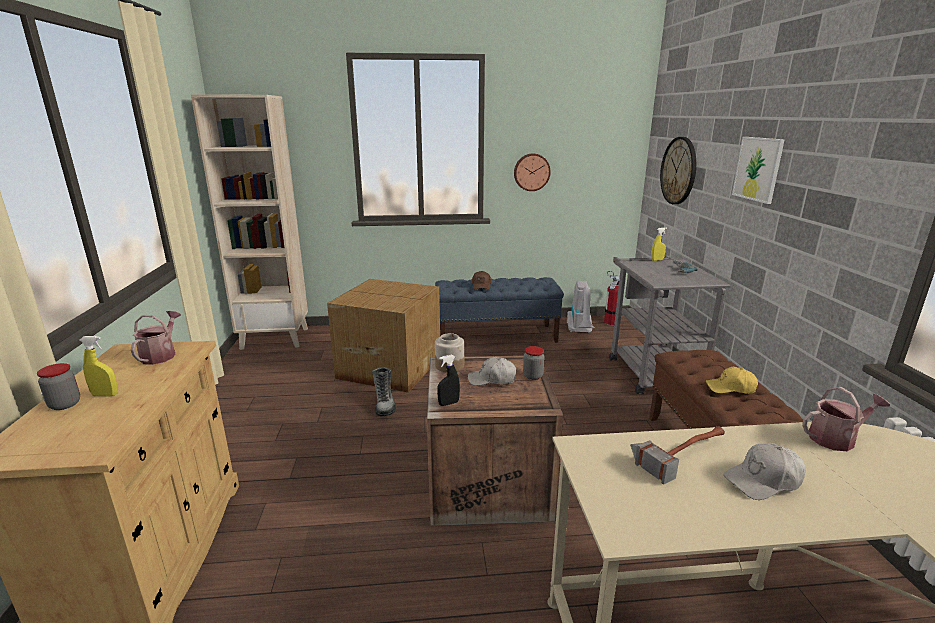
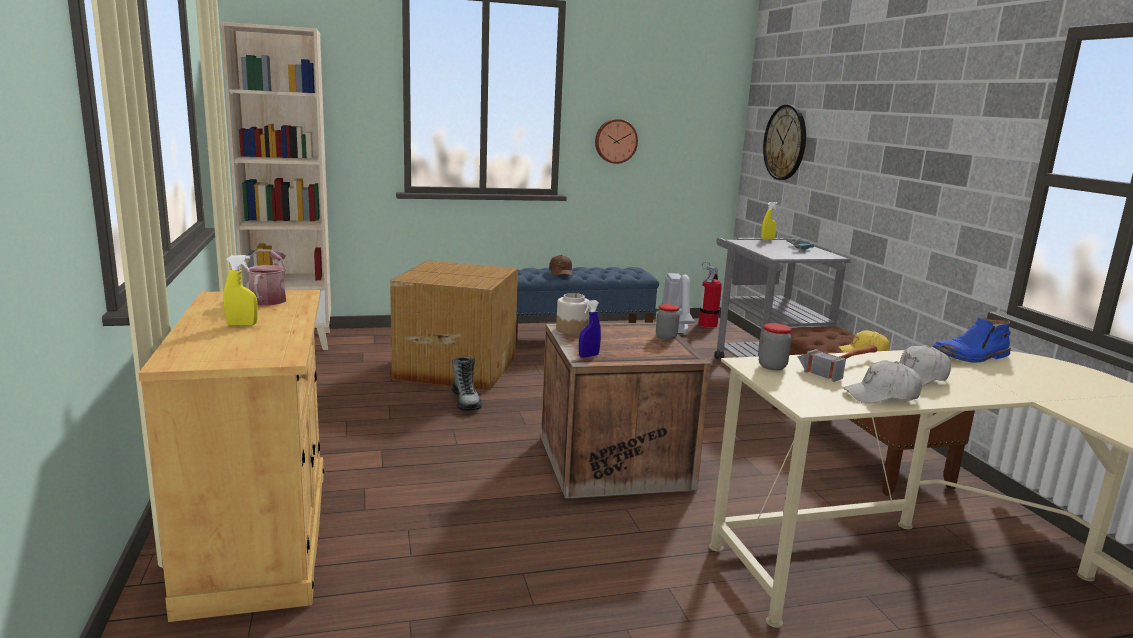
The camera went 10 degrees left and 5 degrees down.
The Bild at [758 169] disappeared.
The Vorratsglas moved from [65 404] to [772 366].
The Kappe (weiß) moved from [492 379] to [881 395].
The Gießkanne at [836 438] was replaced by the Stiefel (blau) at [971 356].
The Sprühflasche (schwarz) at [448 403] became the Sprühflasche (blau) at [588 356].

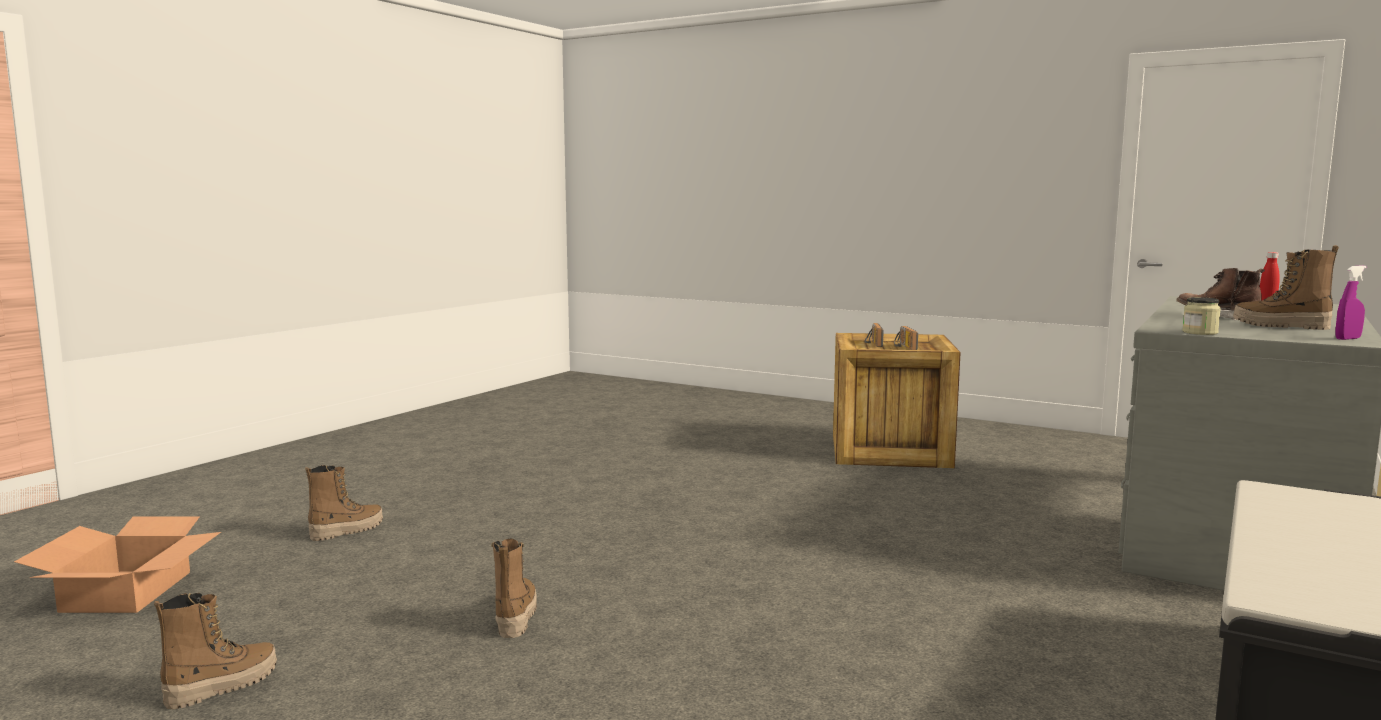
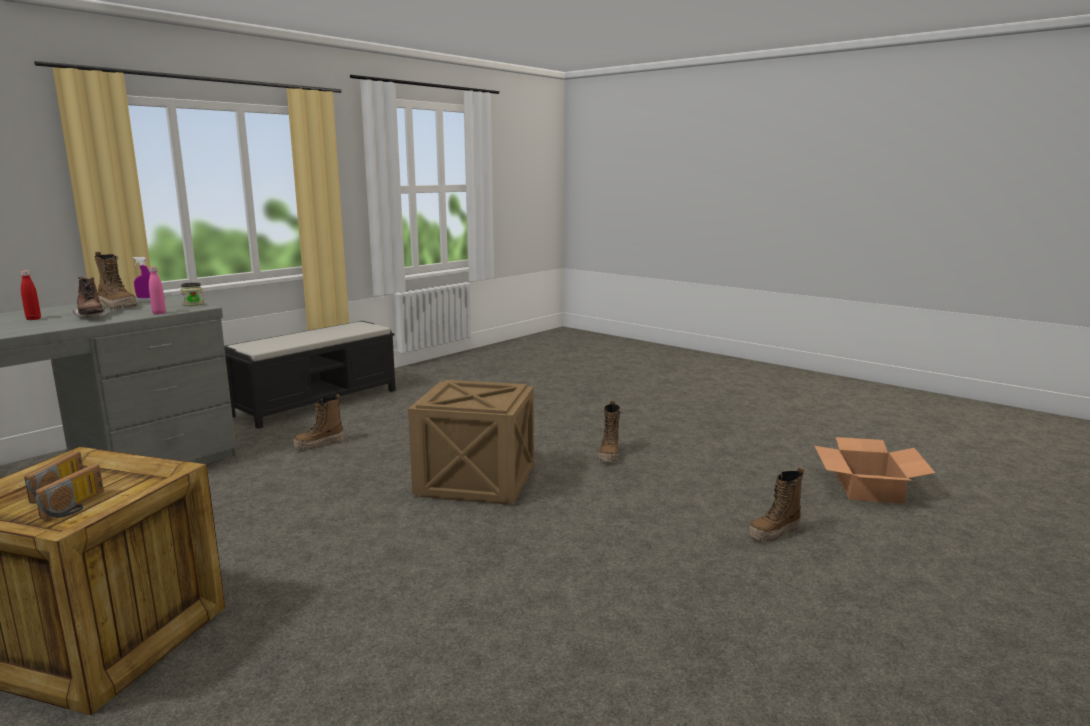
The camera went 170 degrees left and 5 degrees up.
The Flasche (rosa) at [159 313] appeared.
The Kiste at [474 481] appeared.
The Stiefel moved from [222 686] to [319 444].

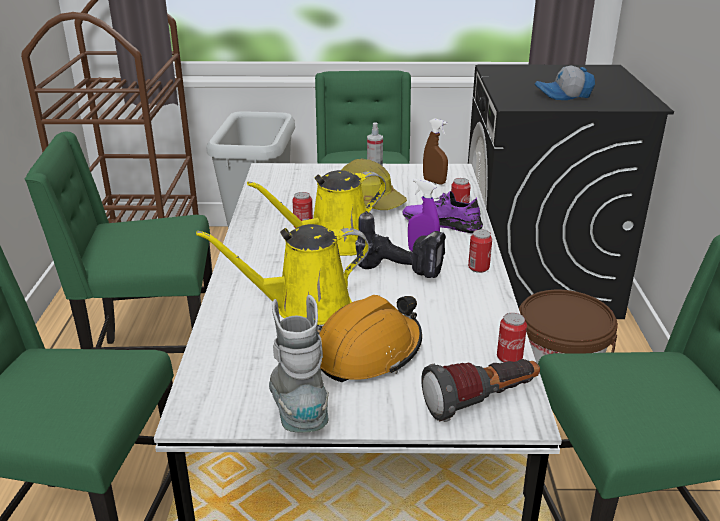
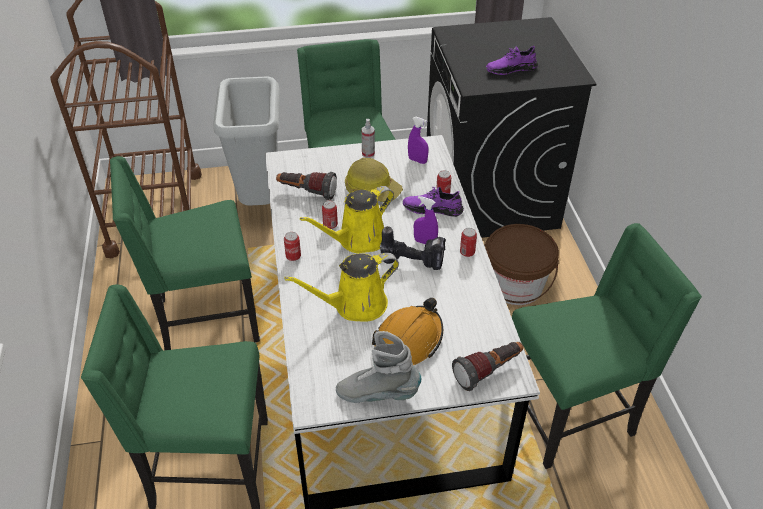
The camera went 10 degrees left and 15 degrees up.
The Taschenlampe at [307 192] appeared.
The Dose moved from [509 358] to [293 256].
The Kappe at [564 95] was replaced by the Schuh (lila) at [511 69].
The Sprühflasche (braun) at [434 181] became the Sprühflasche (lila) at [417 160].
The Stiefel (grau) at [299 411] turned 60 degrees counterclockwise.

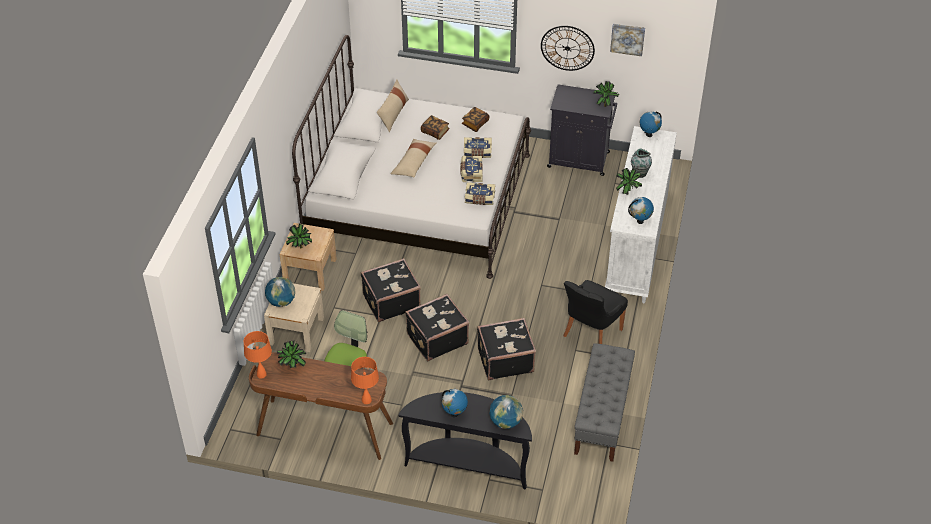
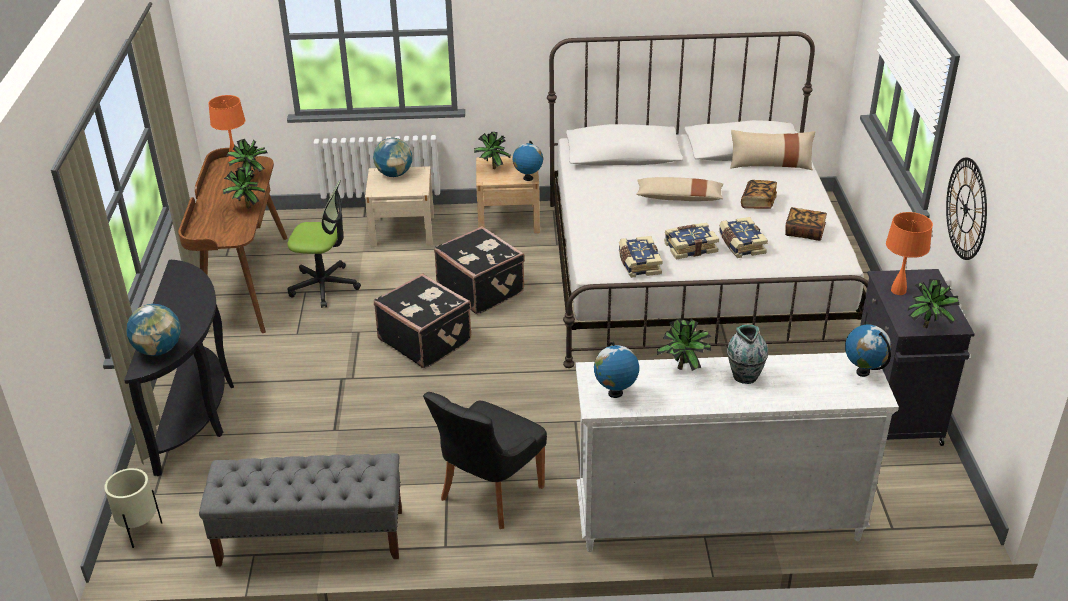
The camera went 75 degrees right and 10 degrees down.
The Koffer (schwarz) at [504 360] disappeared.
The Bild at [627 38] disappeared.
The Pflanzkübel (beige) at [140 531] appeared.
The Topfpflanze at [245 207] appeared.
The Tischlampe (orange) moved from [366 400] to [898 291].
The Globus moved from [454 414] to [528 178].
The Stuhl (schwarz) at [591 334] turned 75 degrees counterclockwise.

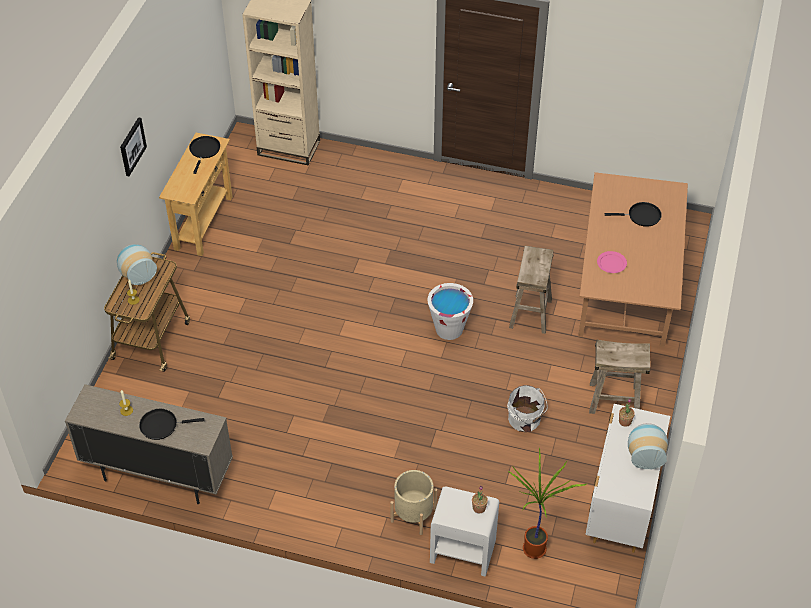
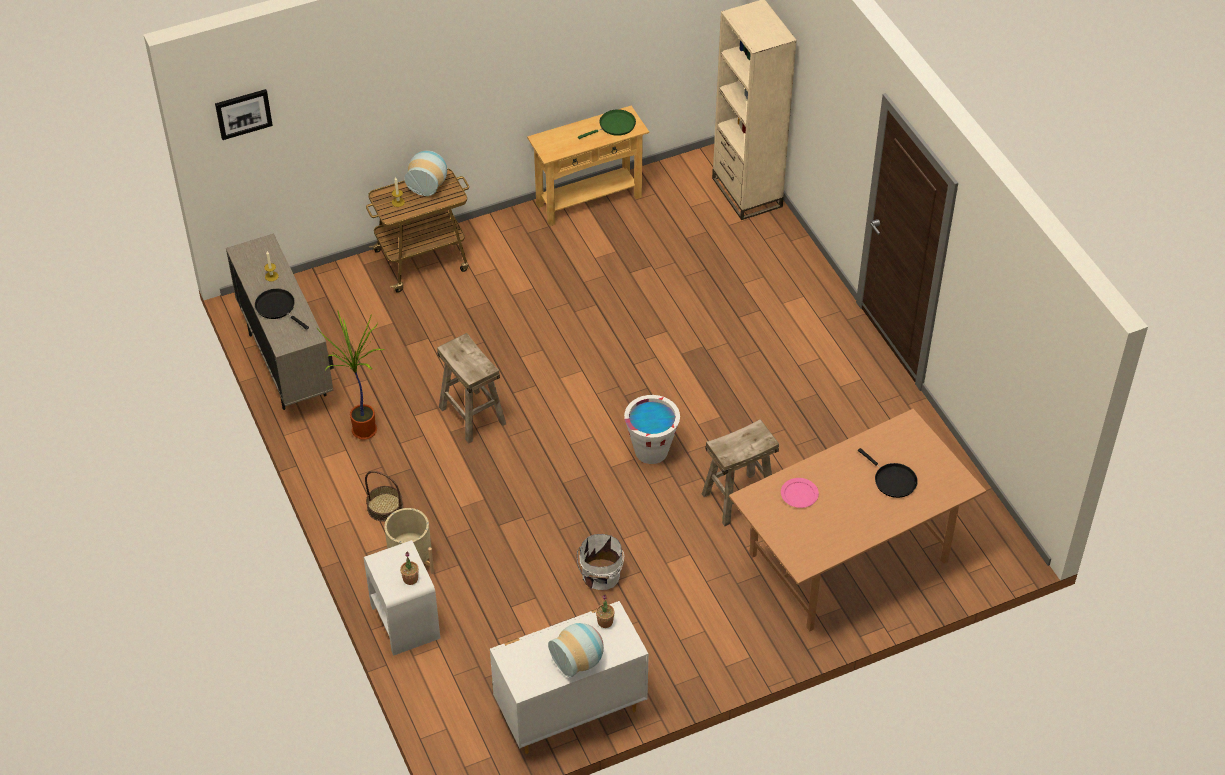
The camera went 50 degrees right and 0 degrees up.
The Korb at [385 507] appeared.
The Bild moved from [132 146] to [243 113].
The Topfpflanze moved from [536 550] to [364 432].
The Hocker (beige) moved from [614 400] to [471 415].
The Pfanne (schwarz) at [204 151] became the Pfanne (grün) at [614 126].

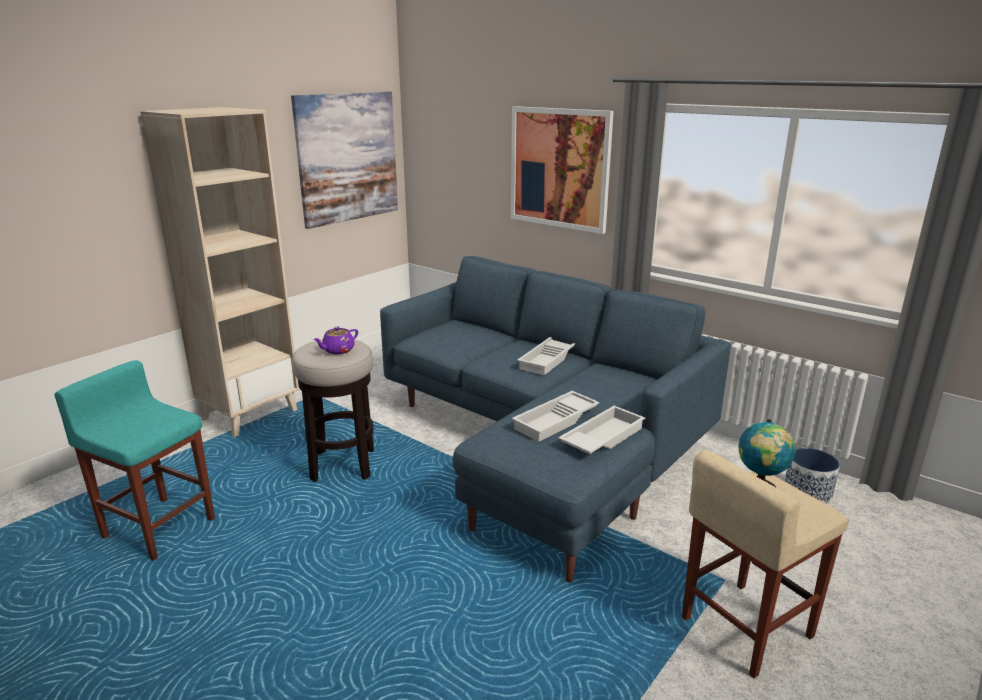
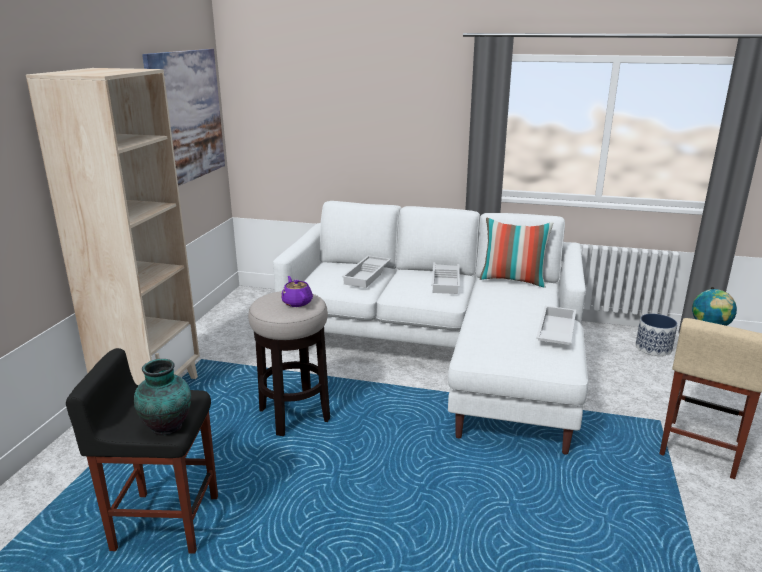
The camera went 25 degrees left and 0 degrees up.
The Bild at [559 168] disappeared.
The Vase at [168 427] appeared.
The Kissen at [513 280] appeared.
The Tablett (weiß) moved from [556 421] to [368 275].
The Hocker (türkis) at [158 528] became the Hocker (schwarz) at [165 522].
The Sofa (blau) at [542 443] became the Sofa (weiß) at [445 355].
The Teekanne (lila) at [338 350] turned 135 degrees clockwise.

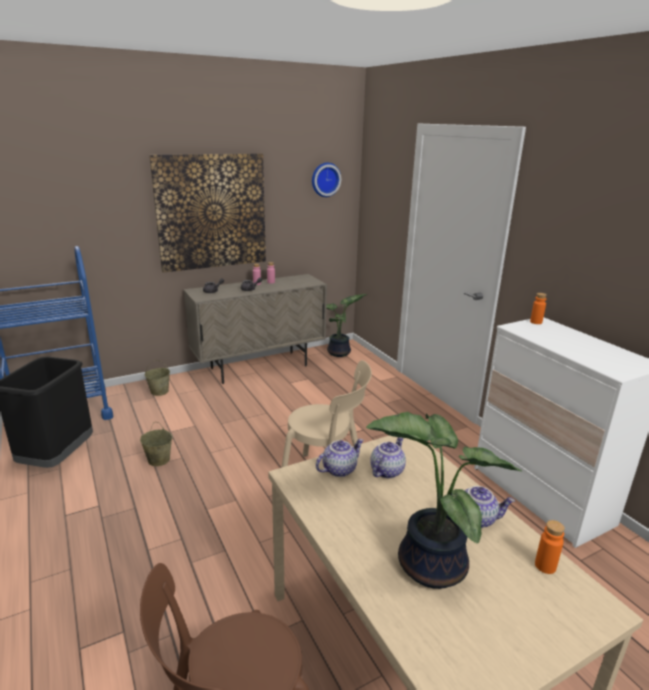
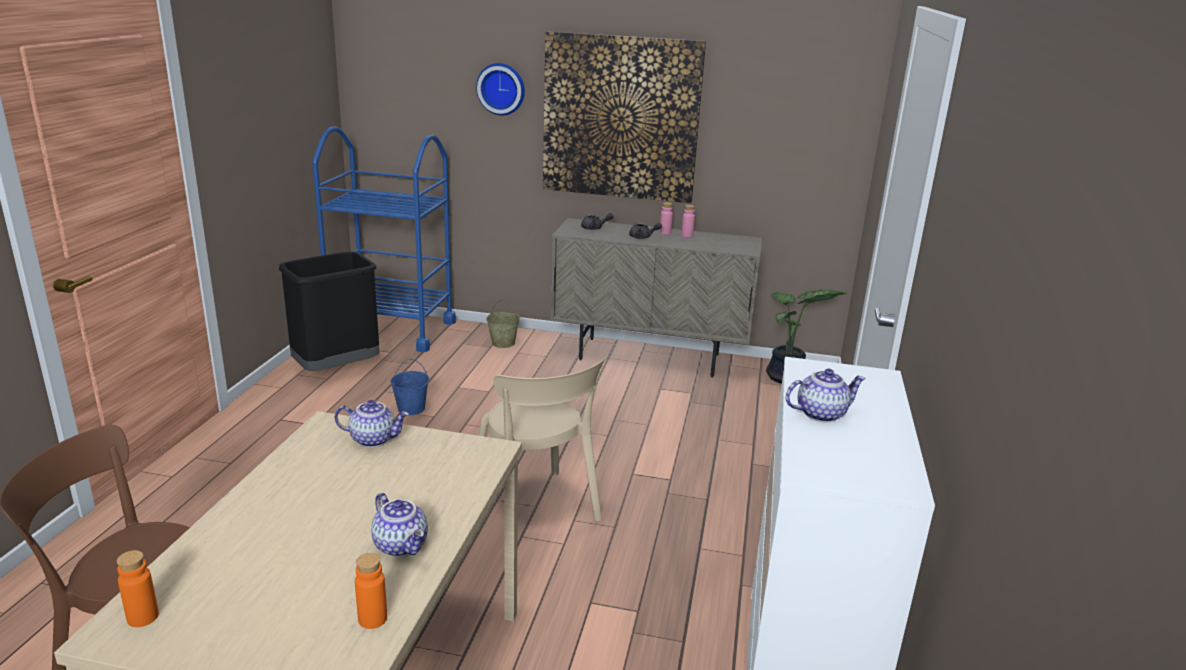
The camera went 40 degrees right and 0 degrees up.
The Topfpflanze at [427 563] disappeared.
The Wanduhr moved from [325 179] to [501 88].
The Teekanne moved from [386 470] to [821 413].
The Flasche (orange) moved from [536 322] to [143 617].
The Eimer (beige) at [158 459] became the Eimer (blau) at [411 408].

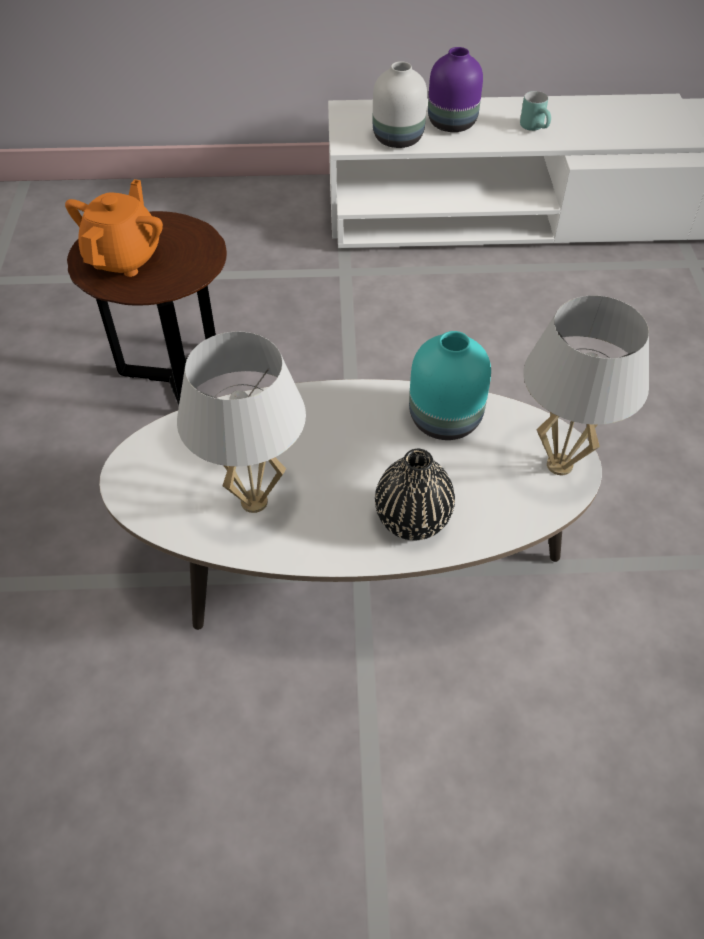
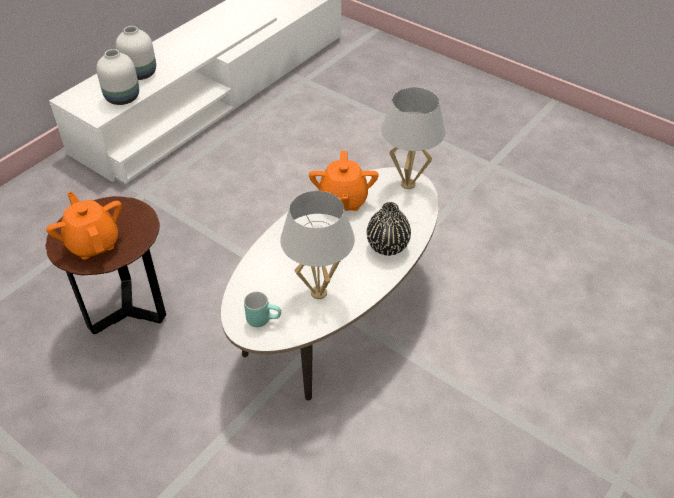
The camera went 50 degrees left and 5 degrees down.
The Henkelbecher (türkis) moved from [536 128] to [264 318].
The Vase (türkis) at [445 418] was replaced by the Teekanne (orange) at [343 200].
The Vase (lila) at [451 124] became the Vase (weiß) at [140 74].

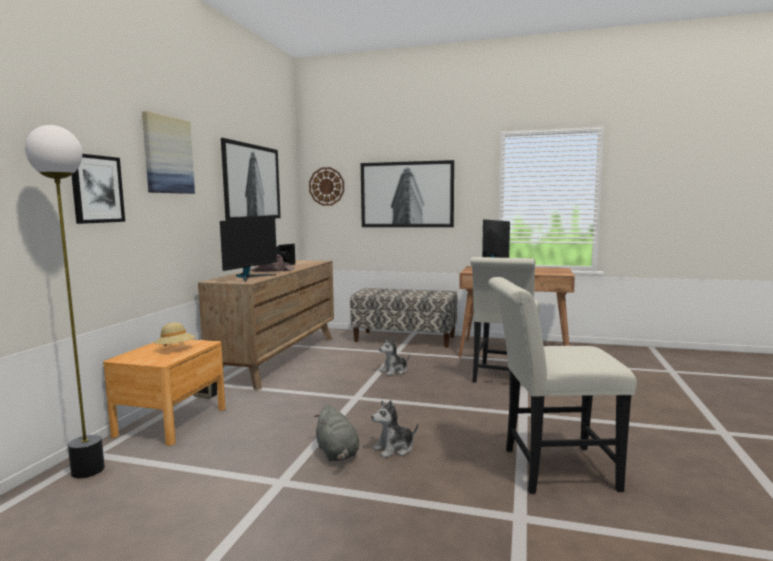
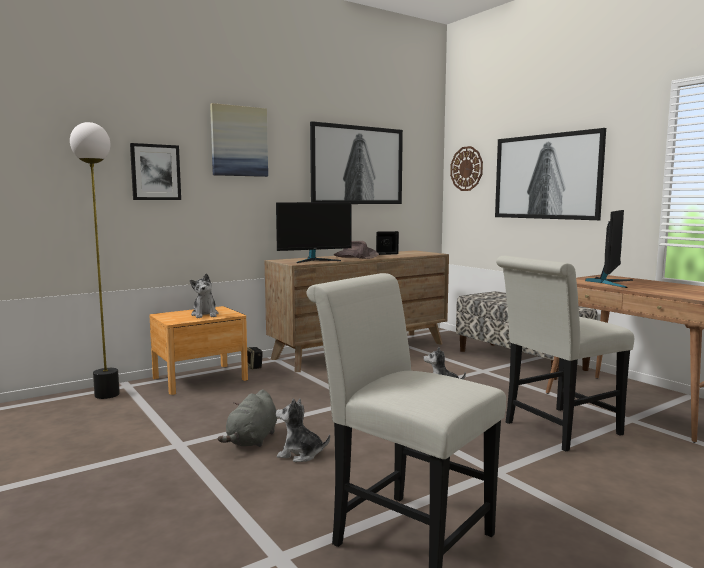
The camera went 40 degrees right and 0 degrees up.
The Hut (beige) at [176 349] was replaced by the Plüschtier at [205 315].

